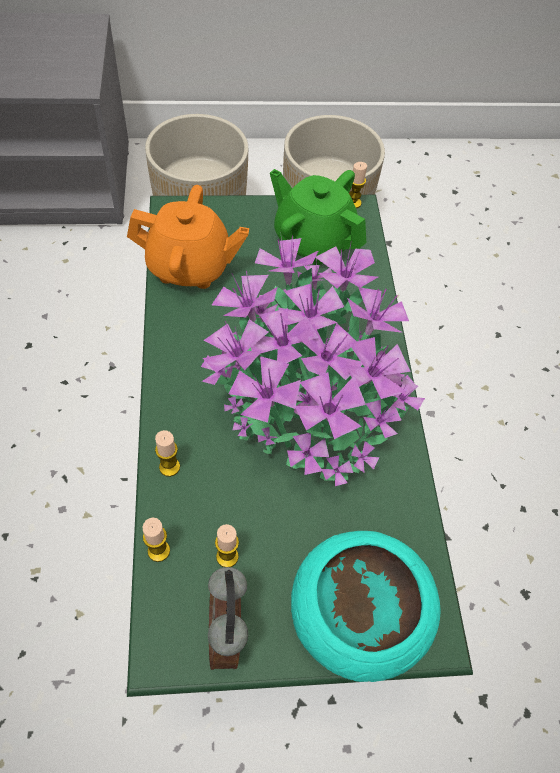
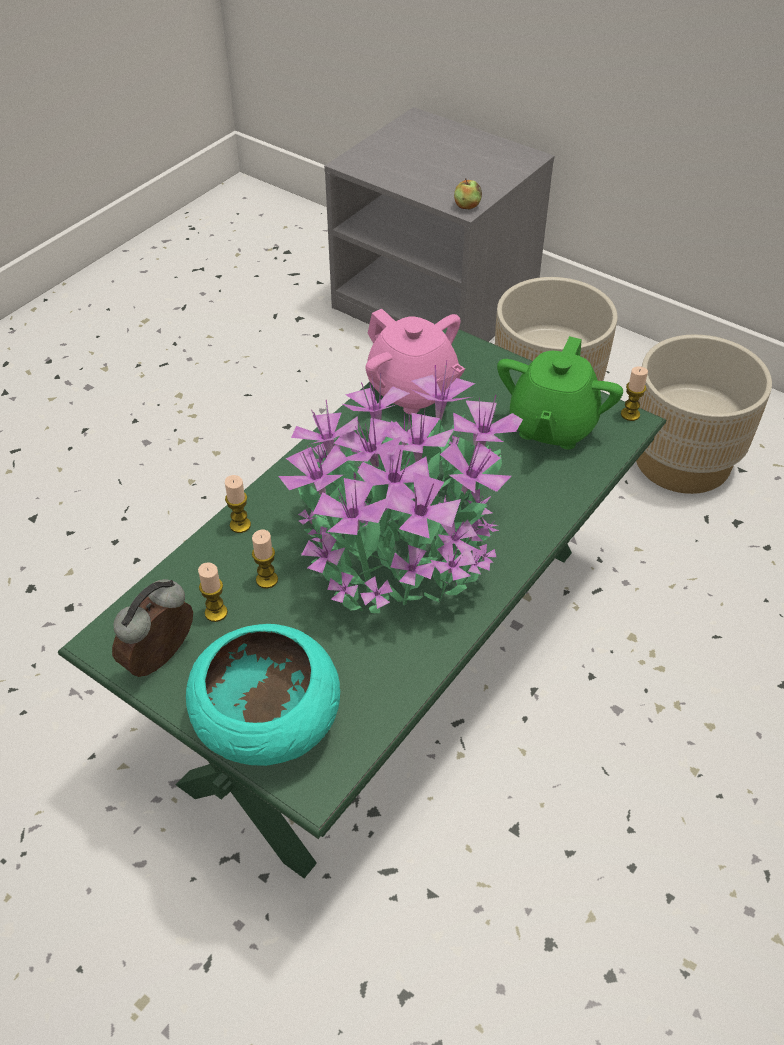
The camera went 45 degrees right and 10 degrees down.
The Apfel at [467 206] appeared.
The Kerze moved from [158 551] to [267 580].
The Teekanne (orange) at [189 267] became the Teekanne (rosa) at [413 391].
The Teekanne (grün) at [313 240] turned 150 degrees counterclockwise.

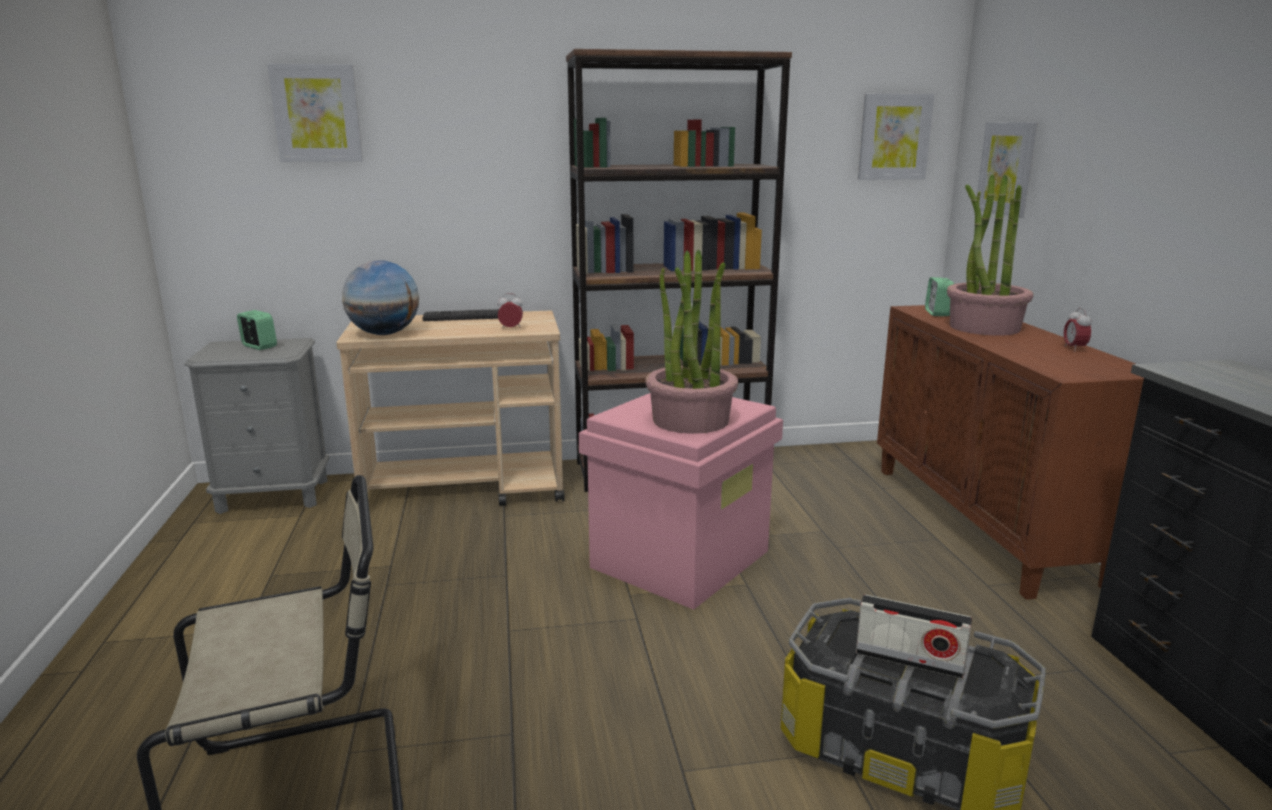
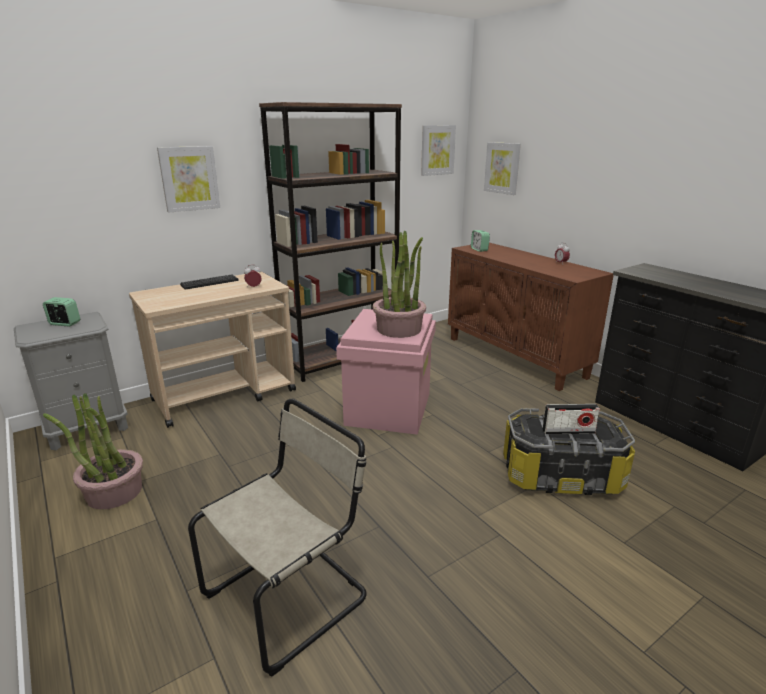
The camera went 25 degrees left and 5 degrees up.
The Globus at [385 334] disappeared.
The Bild moved from [317 113] to [189 178].
The Topfpflanze moved from [983 327] to [113 492].

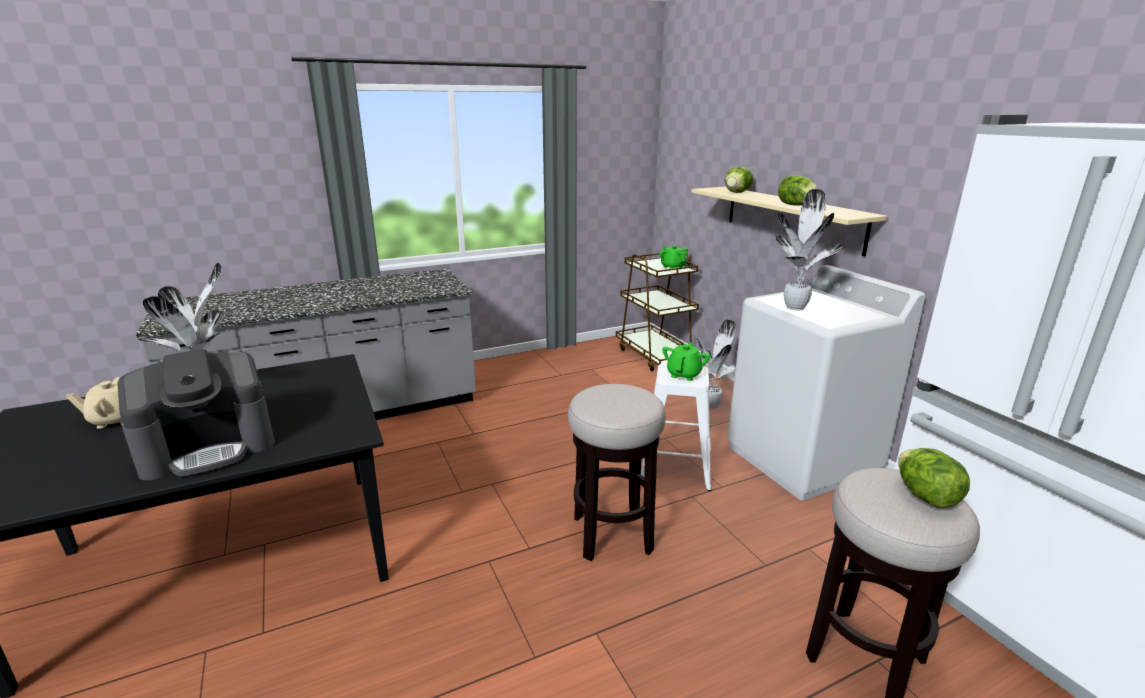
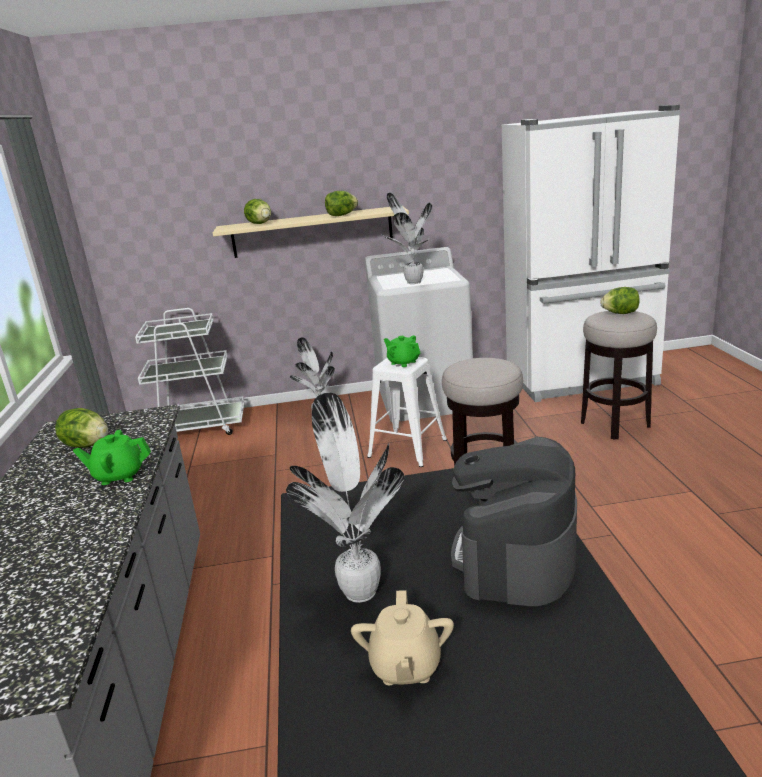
The camera went 70 degrees left and 0 degrees up.
The Salatkopf at [87 445] appeared.
The Teekanne (grün) moved from [672 267] to [119 475].
The Rollwagen (braun) at [655 355] became the Rollwagen (weiß) at [198 427].
The Kaffeemaschine at [209 447] turned 150 degrees counterclockwise.

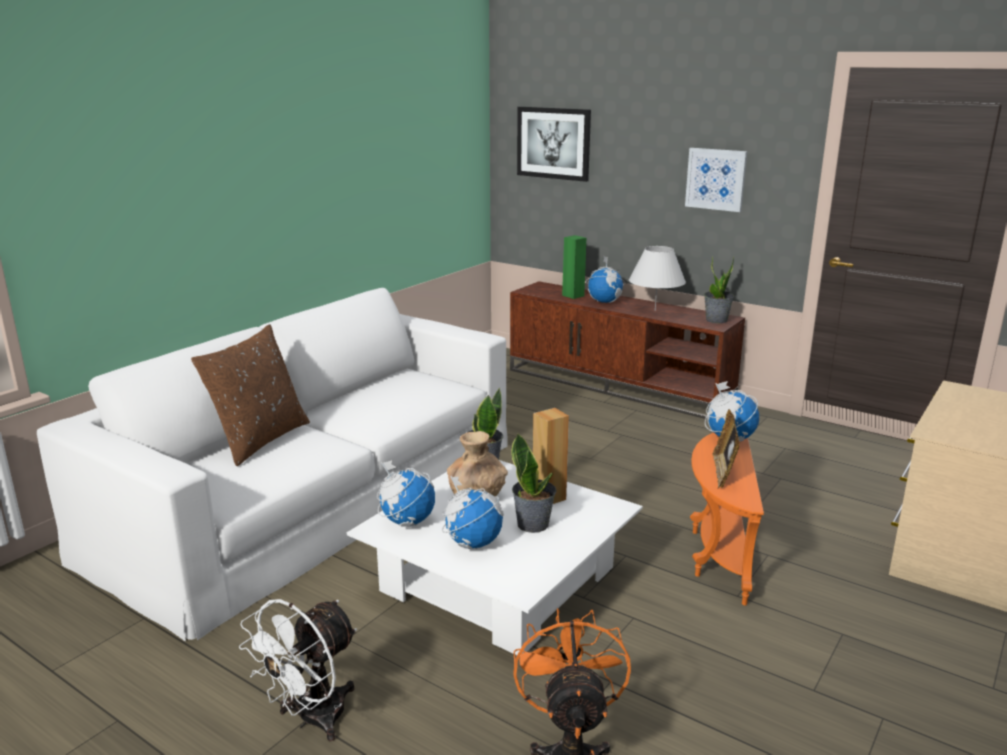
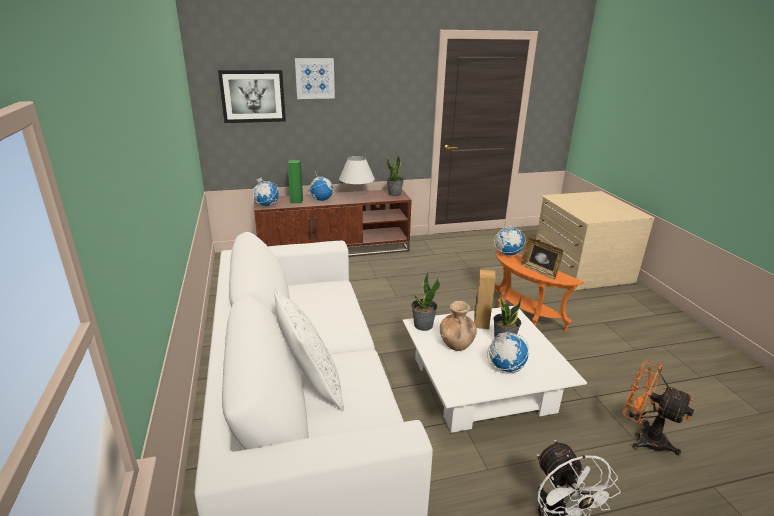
The camera went 50 degrees left and 5 degrees up.
The Globus moved from [407 521] to [266 205].
The Bild moved from [716 179] to [315 78].
The Kissen (braun) at [259 440] became the Kissen (weiß) at [310 384].

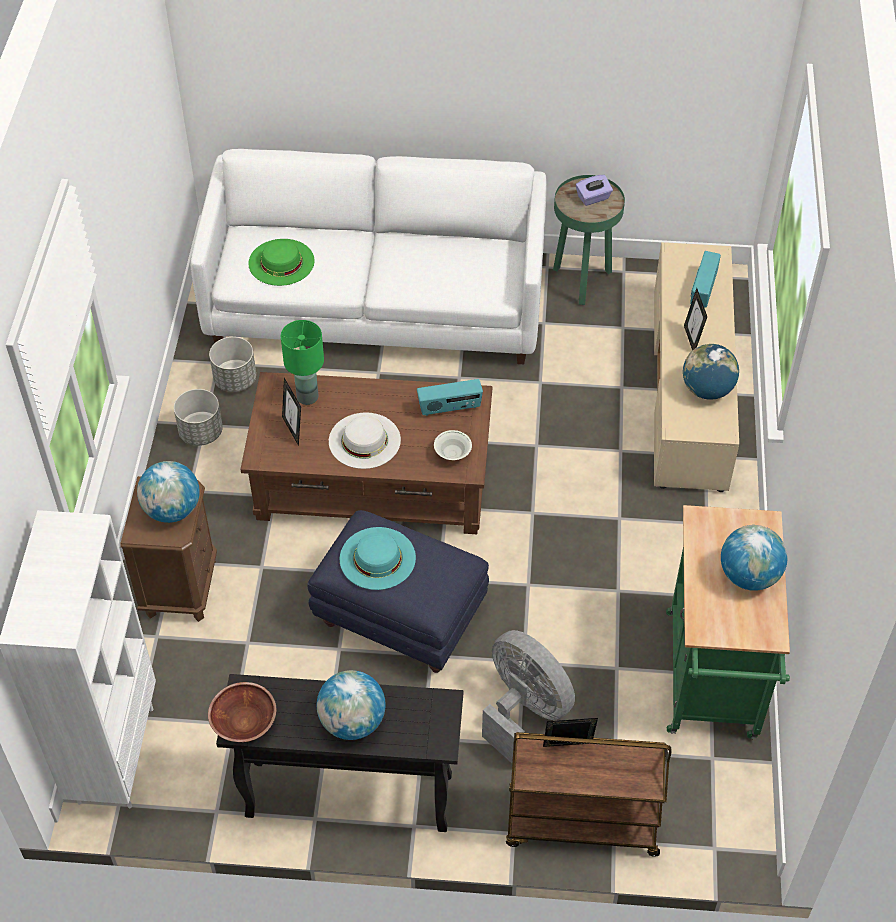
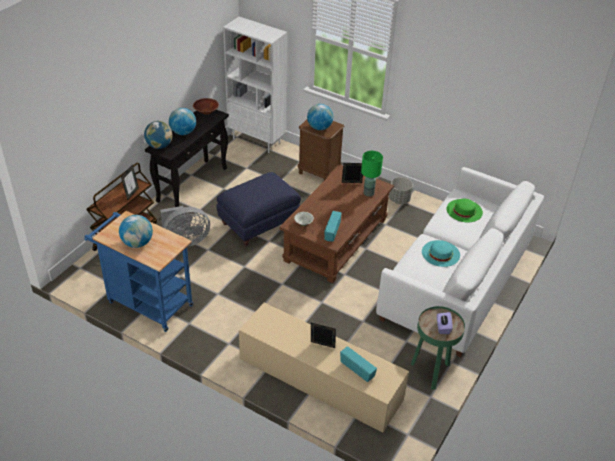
The camera went 115 degrees right and 10 degrees down.
The Pflanzkübel (grau) at [235 380] disappeared.
The Hut (weiß) at [364 440] disappeared.
The Hut (türkis) moved from [377 558] to [440 253].
The Globus moved from [707 390] to [159 146].
The Rollwagen (grün) at [712 684] became the Rollwagen (blau) at [146 302].

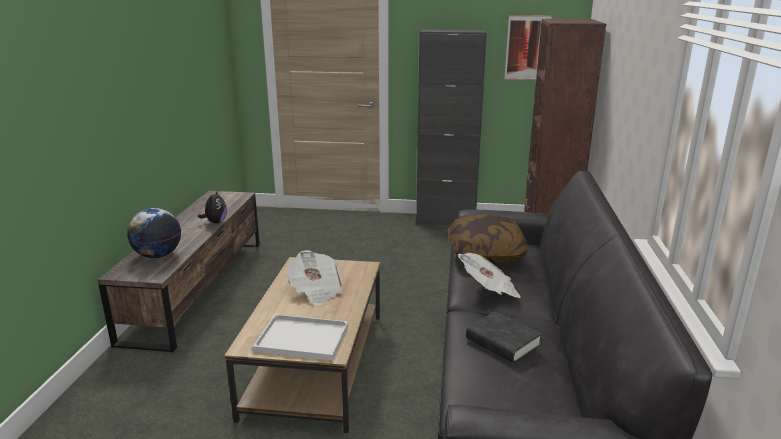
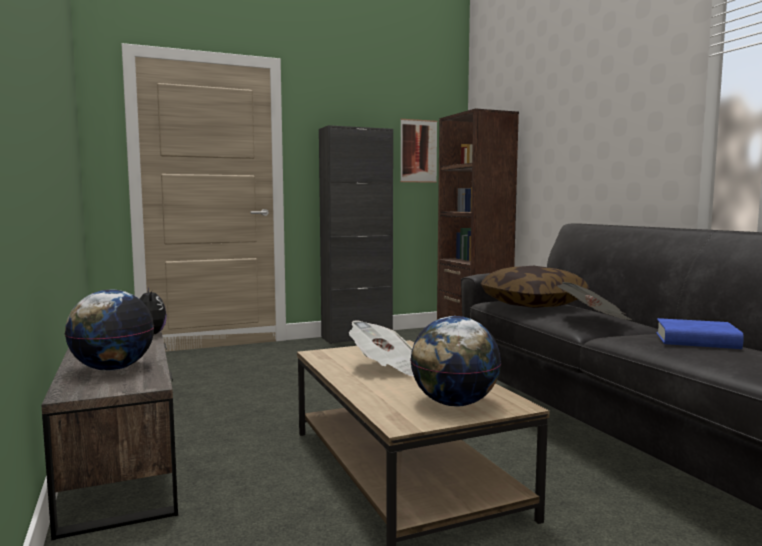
The camera went 30 degrees left and 15 degrees down.
The Tablett (weiß) at [300 339] was replaced by the Globus at [454 403].
The Buch (schwarz) at [502 342] became the Buch (blau) at [696 341].

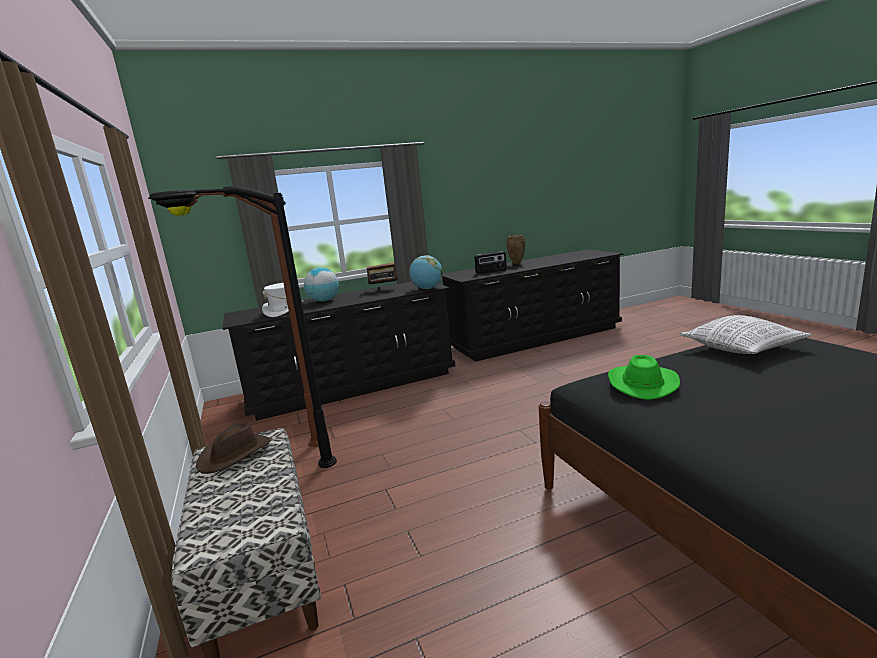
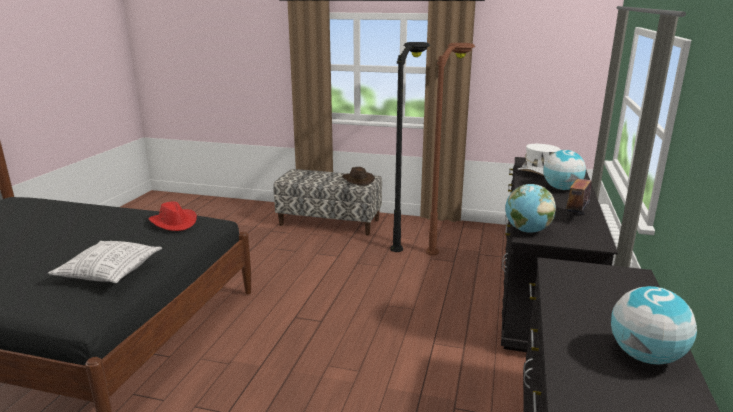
The camera went 125 degrees right and 5 degrees up.
The Radio at [491 271] disappeared.
The Vase (braun) at [516 264] was replaced by the Globus at [645 356].
The Hut (grün) at [641 383] became the Hut (rot) at [174 222].

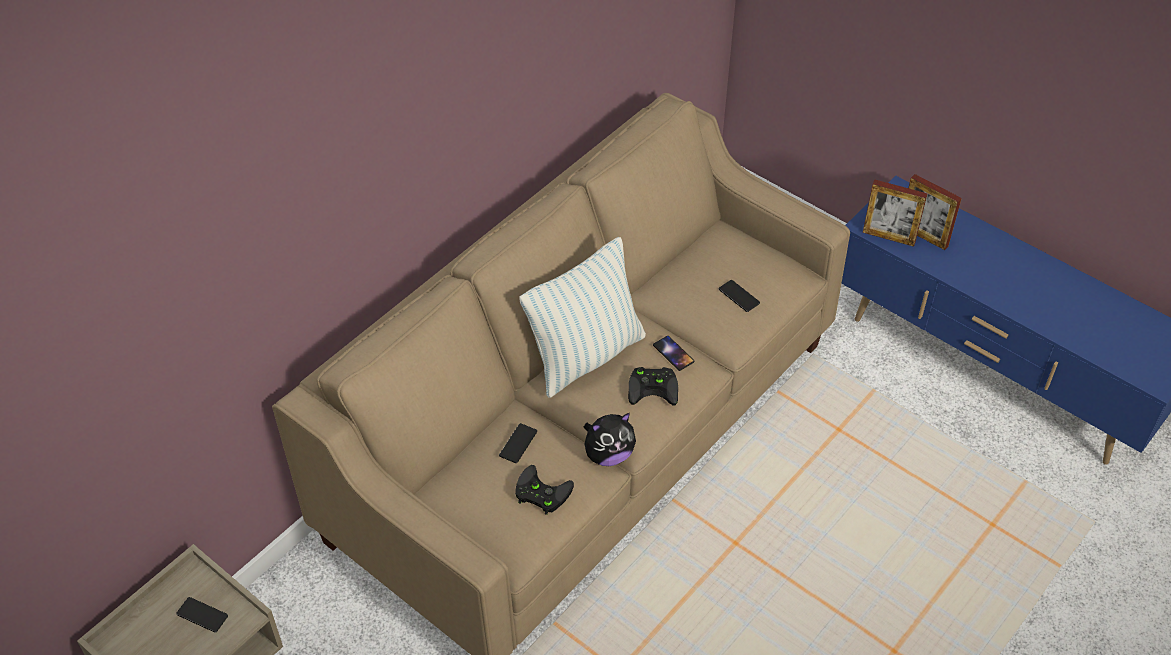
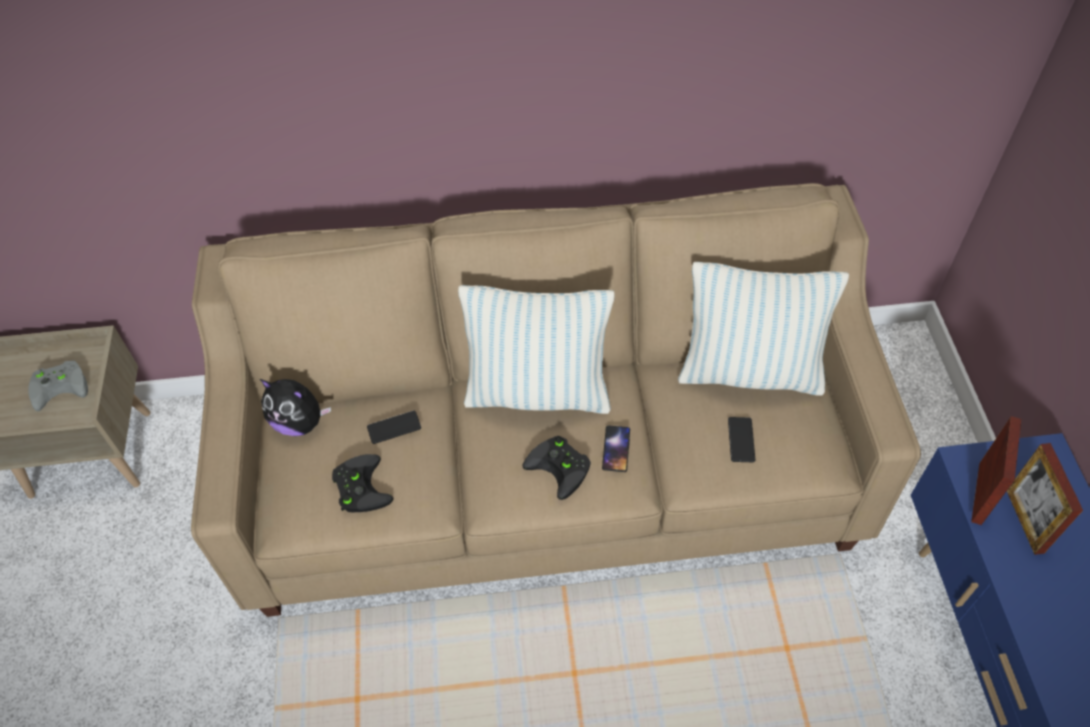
The camera went 45 degrees right and 5 degrees up.
The Kissen at [750 372] appeared.
The Plüschtier moved from [608 455] to [300 422].
The Handy at [202 615] was replaced by the Gamepad (grau) at [61 385].
The Bilderrahmen at [888 237] turned 135 degrees counterclockwise.

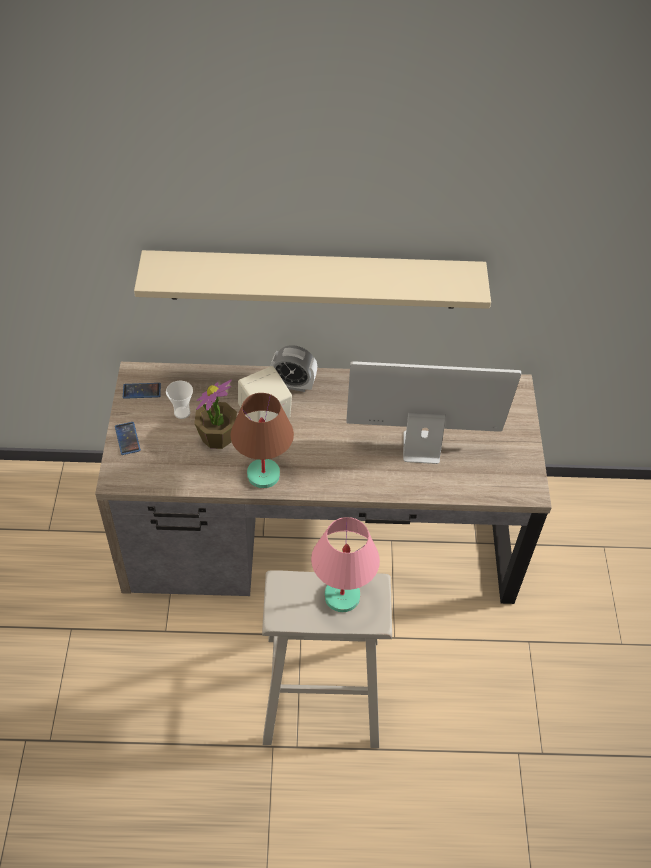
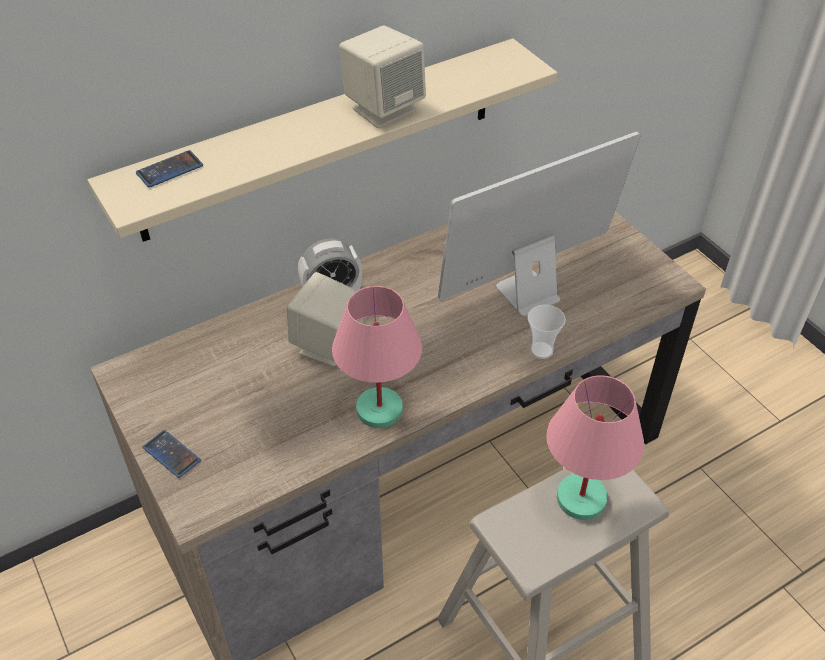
The camera went 30 degrees left and 5 degrees down.
The Topfpflanze at [217 437] disappeared.
The Lautsprecher (beige) at [383 108] appeared.
The Handy moved from [141 391] to [169 169].
The Tasse moved from [182 412] to [541 350].
The Tischlampe (braun) at [262 474] became the Tischlampe (rosa) at [378 409].

